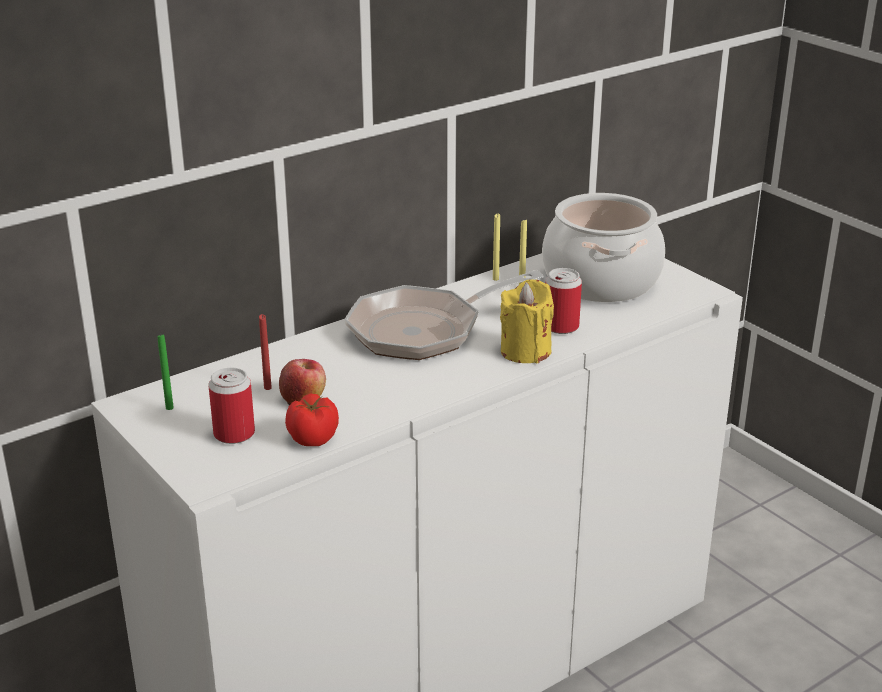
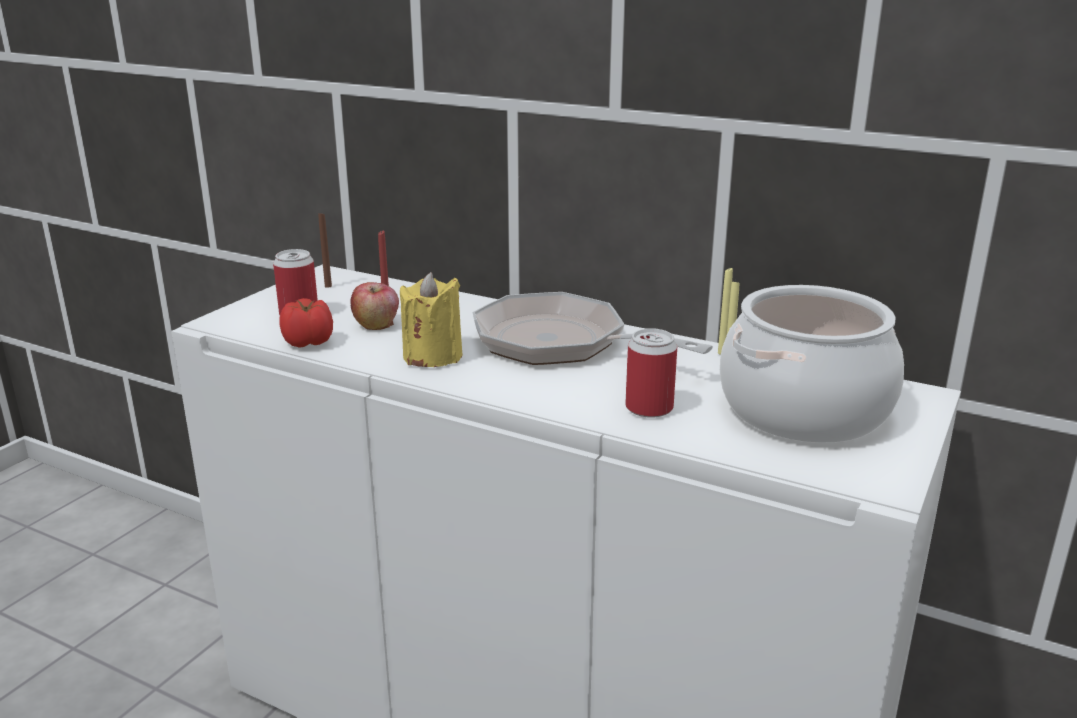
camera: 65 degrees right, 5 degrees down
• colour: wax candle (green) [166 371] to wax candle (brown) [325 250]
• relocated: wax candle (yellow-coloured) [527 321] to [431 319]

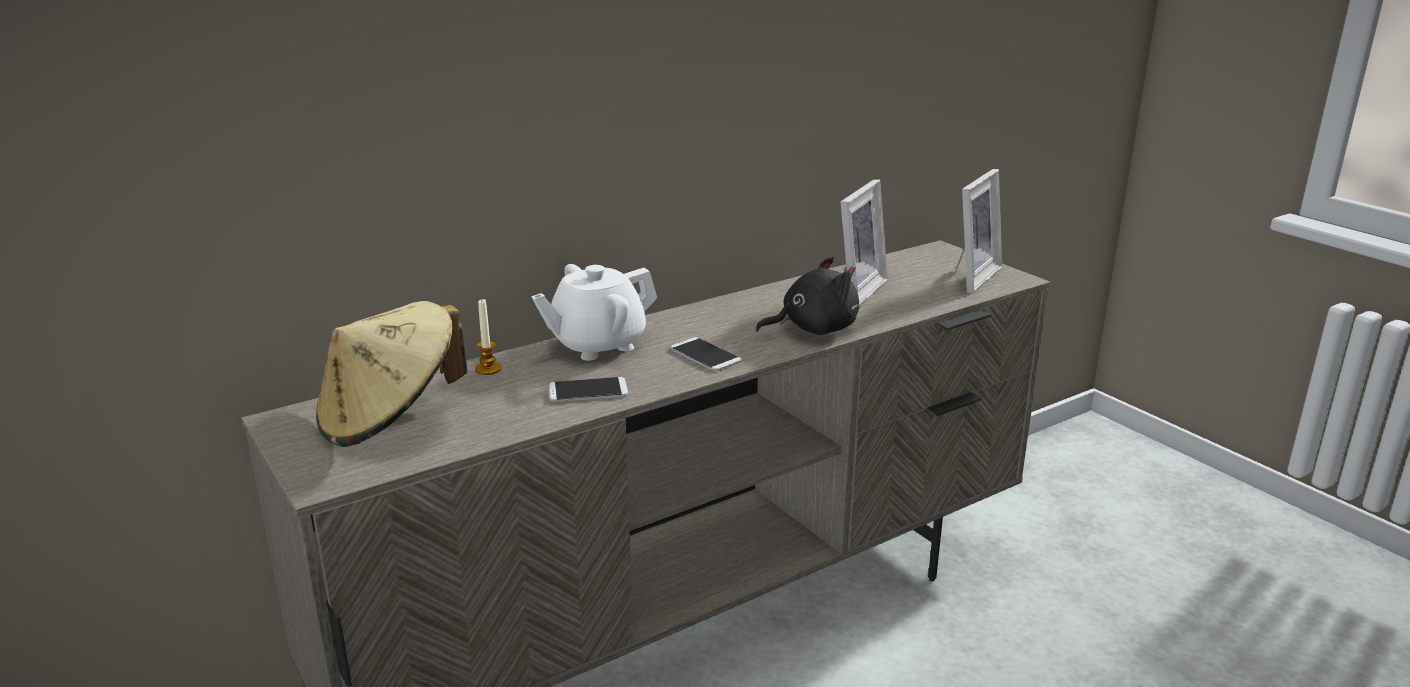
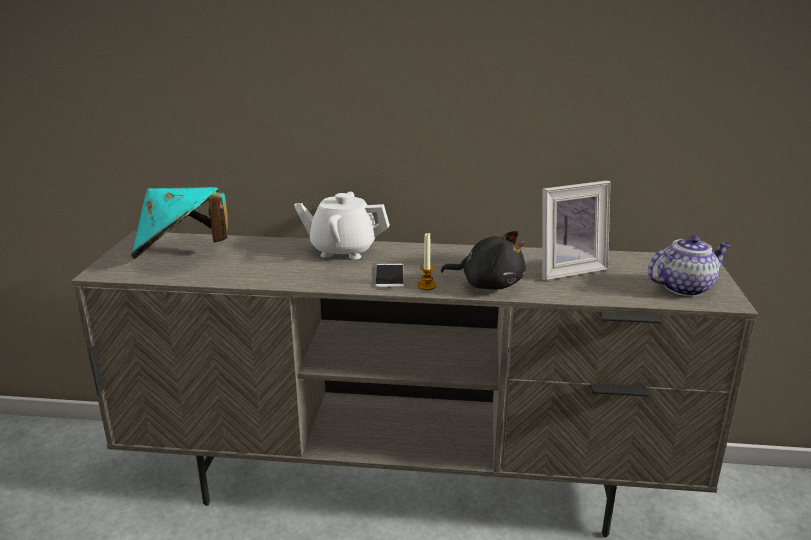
camera: 40 degrees right, 0 degrees up
• colour: wearable hat (beige) [391 374] to wearable hat (blue-green) [179 223]
• relocated: wax candle [488 337] to [427 261]
• exchanged: photo frame [978 231] to teapot [689 265]
• missing: handset [588 389]

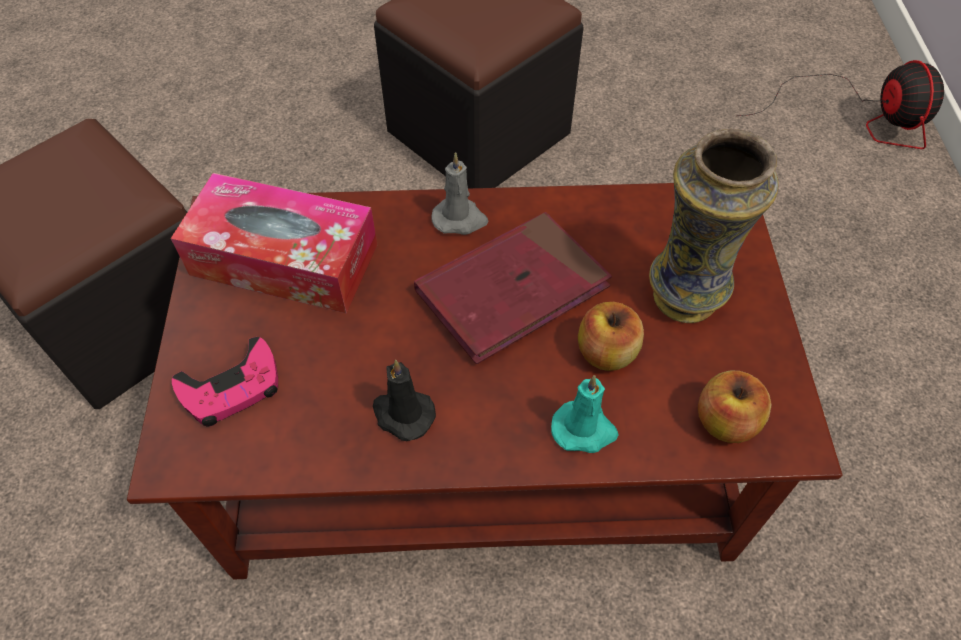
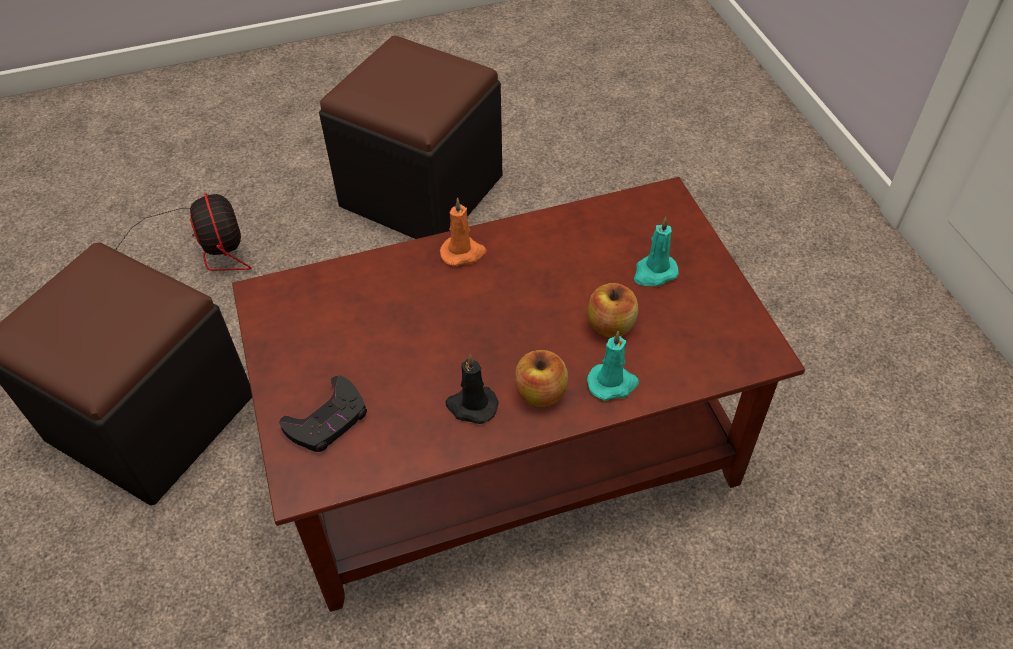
camera: 15 degrees left, 5 degrees down
• relocated: electric fan [840 104] to [183 232]
• colour: joypad (pink-coloured) [225 381] to joypad (black-coloured) [323 413]
• colour: wax candle (grey) [460 193] to wax candle (orange-coloured) [463 232]
• relocated: apple fruit [735 406] to [541 378]
• exchanged: vase [714 226] to wax candle (blue-green) [656 251]
• missing: box of tissues [274 243]
• missing: bound book (red) [513 288]

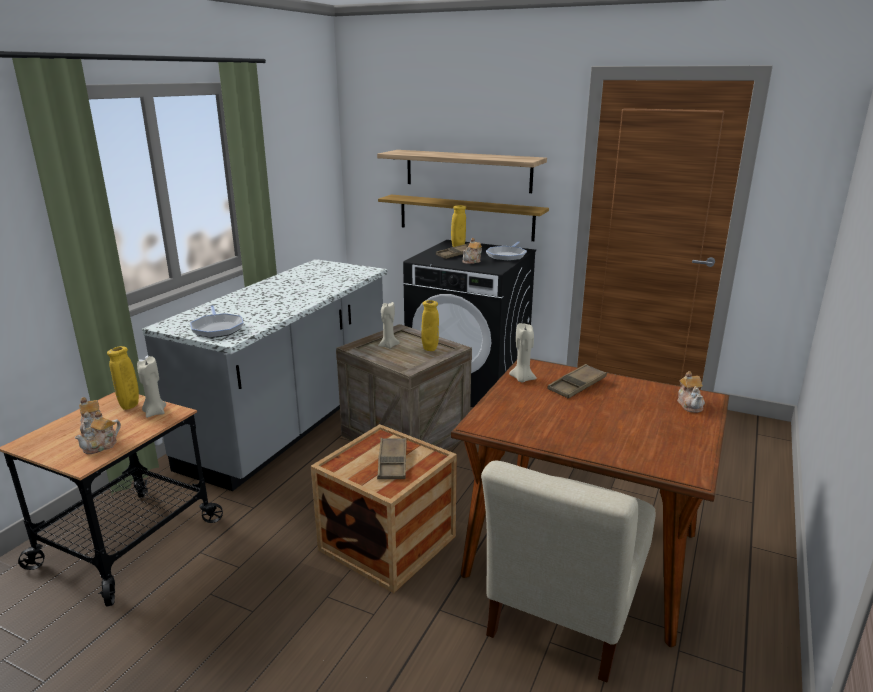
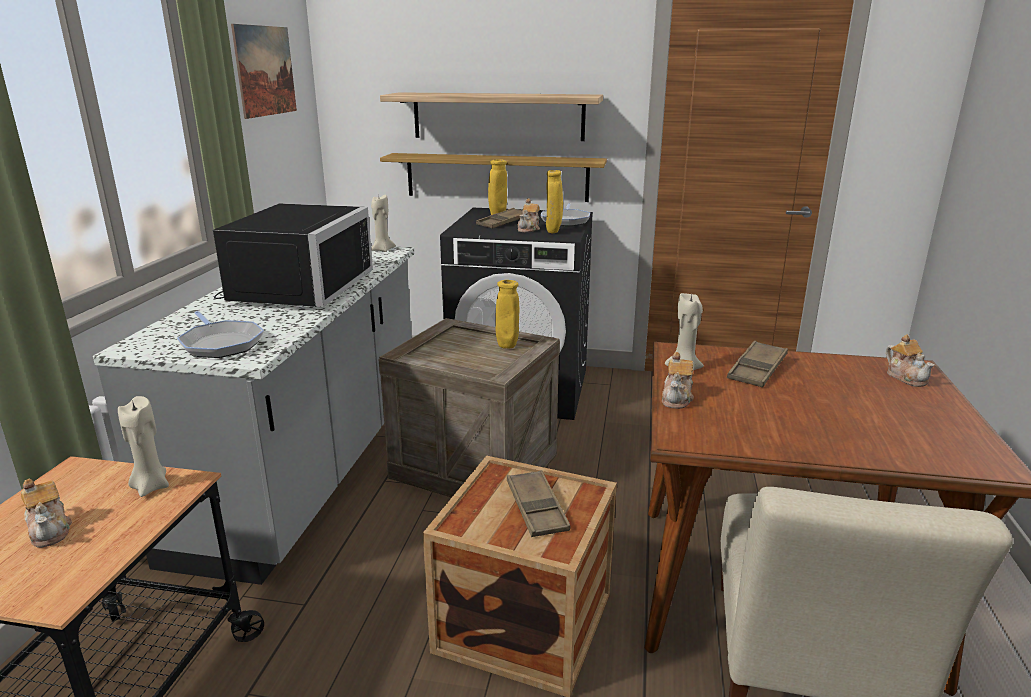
camera: 15 degrees left, 0 degrees up
• appeared: microwave oven (black-coloured) [293 255]
• appeared: wall art [264 71]
• relocated: wax candle (beige) [389 325] to [383 223]
• relocated: vase (yellow-coloured) [123 378] to [554 201]
• relocated: teapot [98 432] to [678 380]

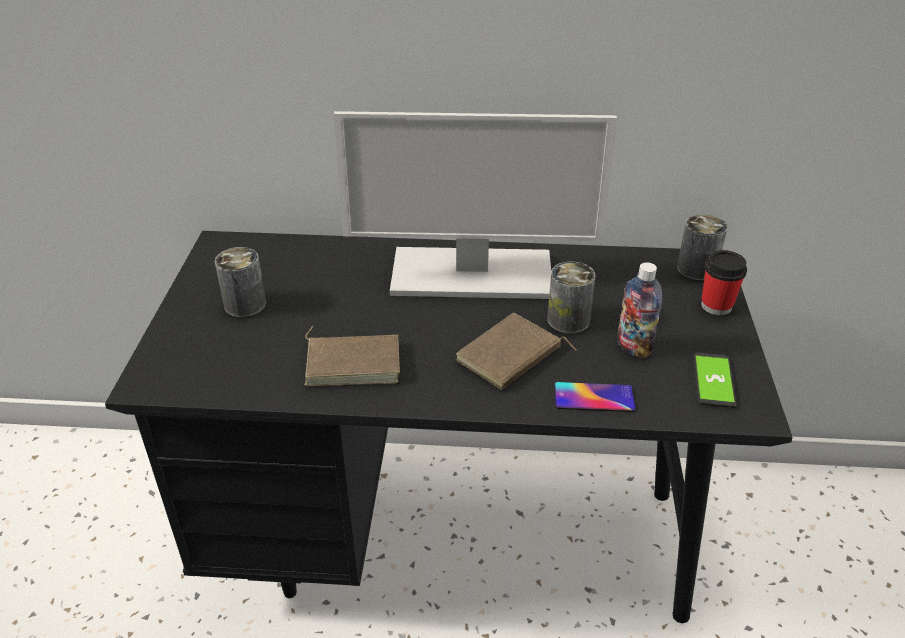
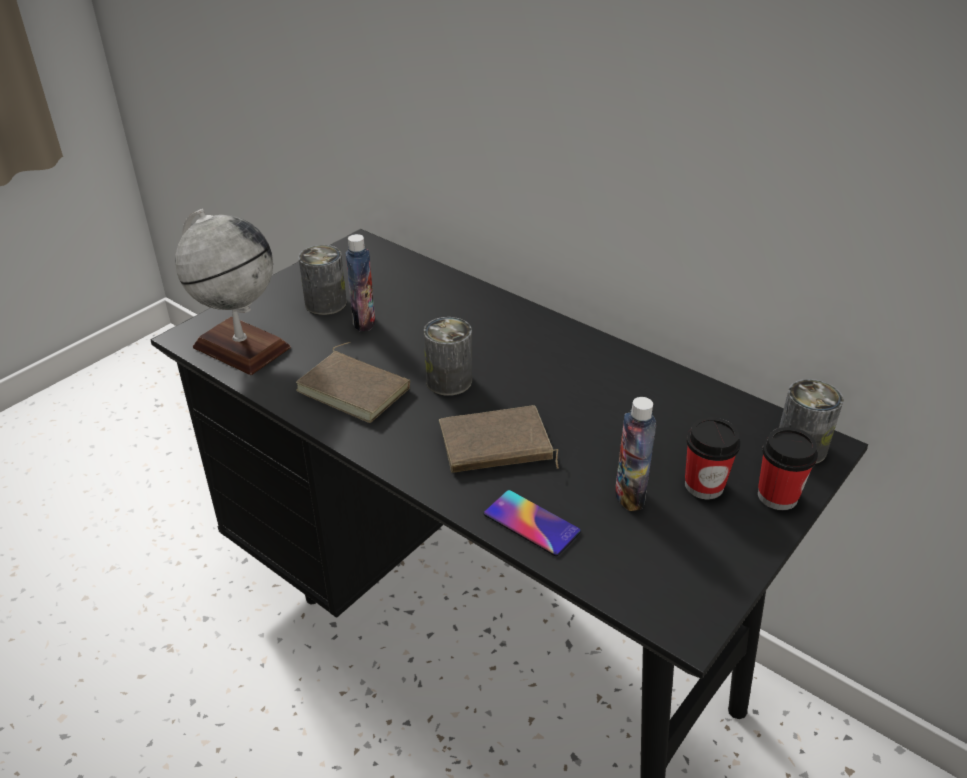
camera: 35 degrees right, 0 degrees up
• appeared: world globe [233 292]
• appeared: beverage bottle [360 282]
• relocated: metal can [571 297] to [448 356]
• appeared: cup [712 458]
• missing: computer display [475 205]
• missing: handset [715 380]

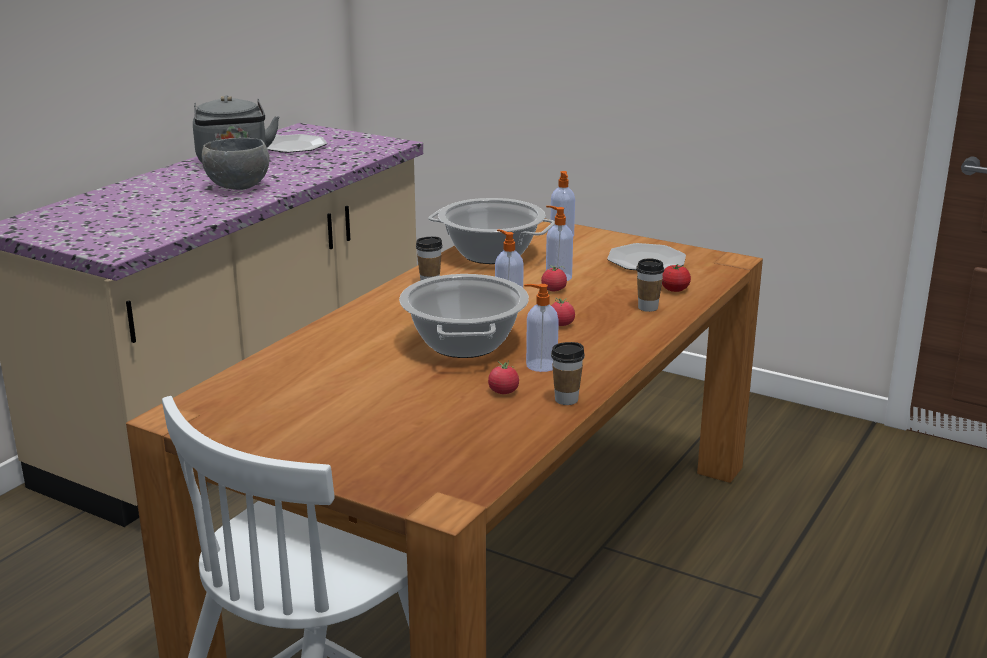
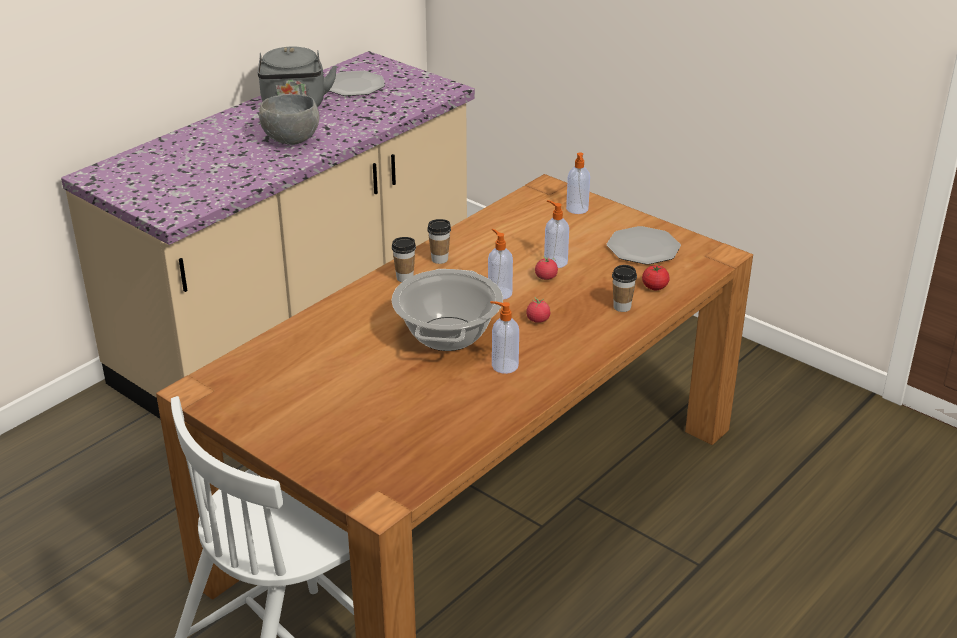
camera: 10 degrees right, 10 degrees up
• relocated: cup [568 373] to [404 259]
• missing: cooking pot [491 231]
• missing: fresh tomato [503 377]

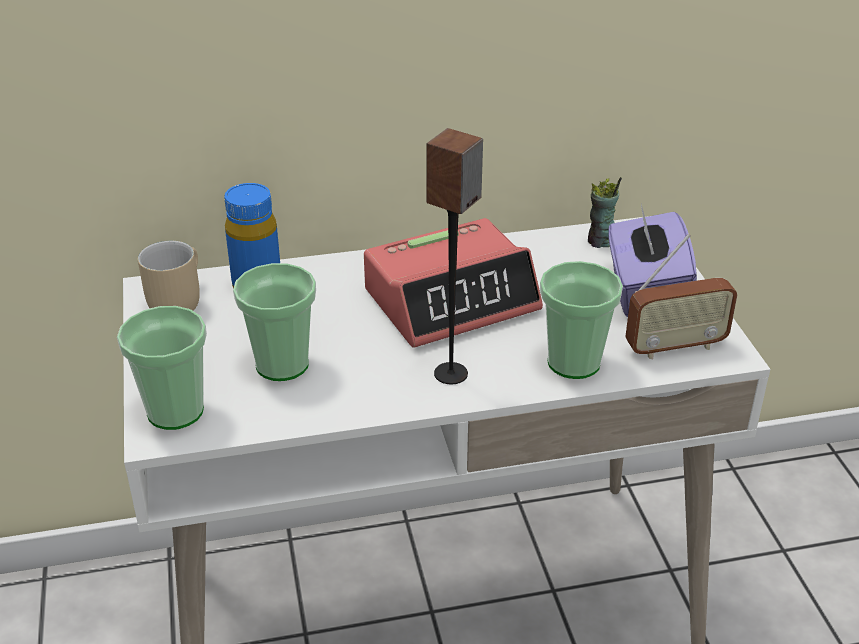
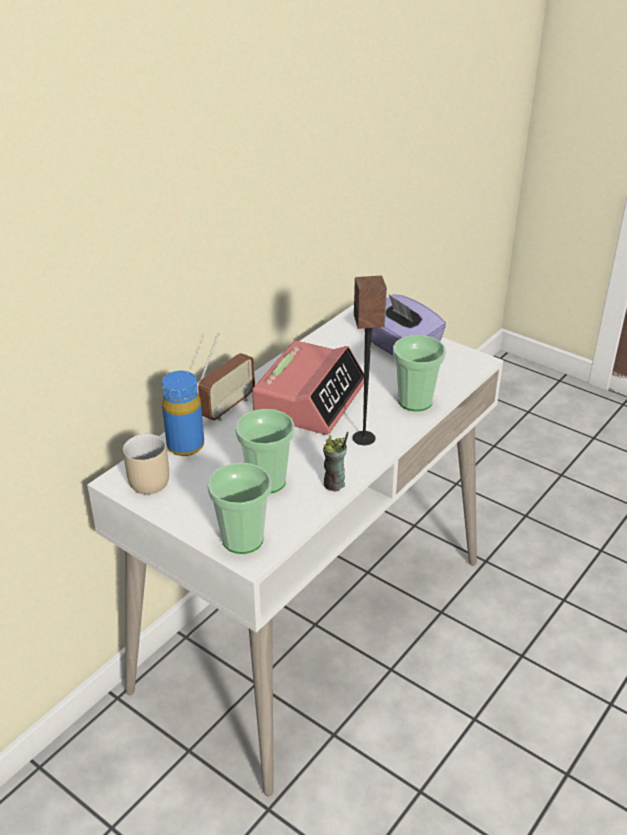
camera: 40 degrees left, 0 degrees up
• relocated: radio receiver [681 296] to [226 377]
• relocated: cup [605 212] to [335 462]

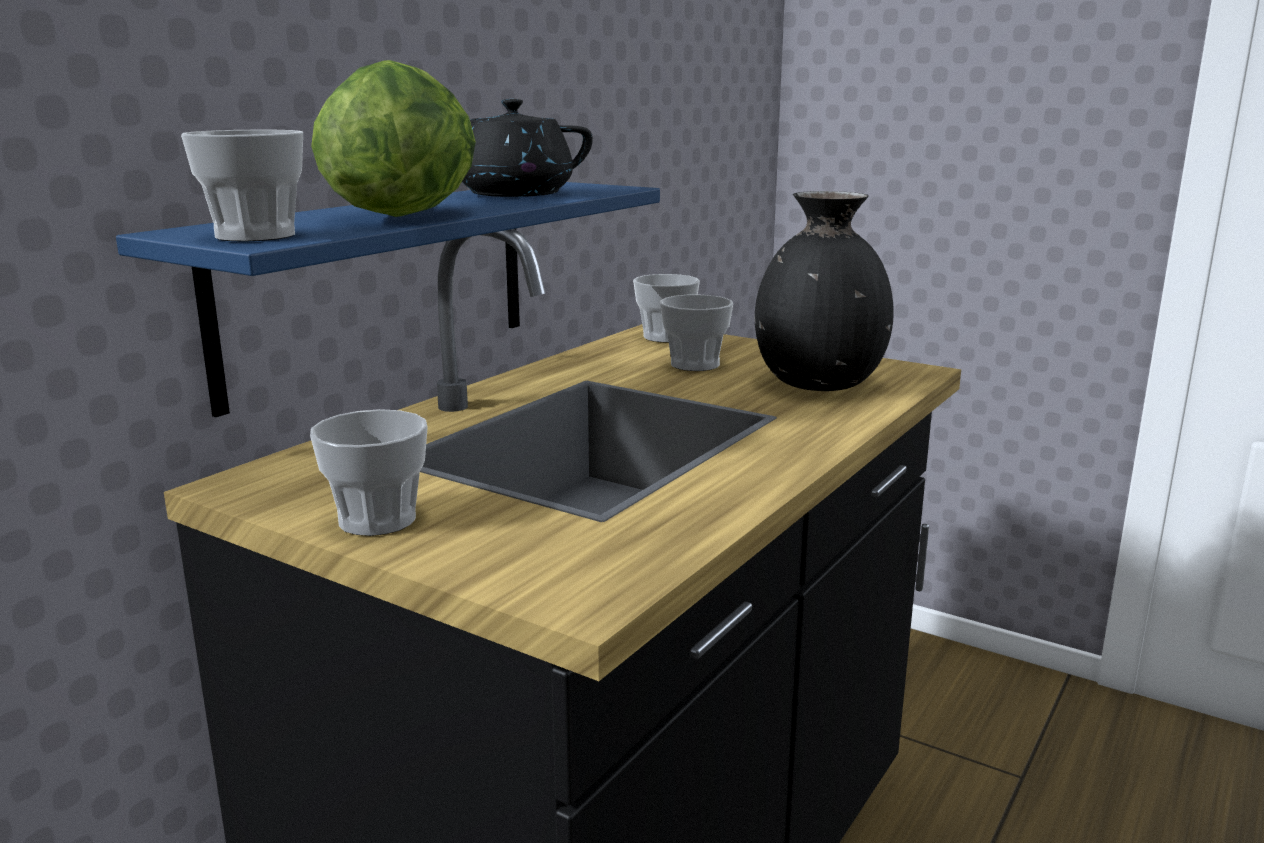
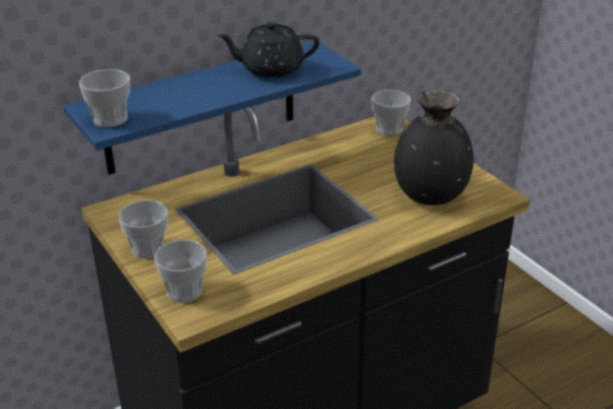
camera: 25 degrees right, 15 degrees up
• relocated: cup [696 333] to [180 271]
• missing: lettuce [393 138]

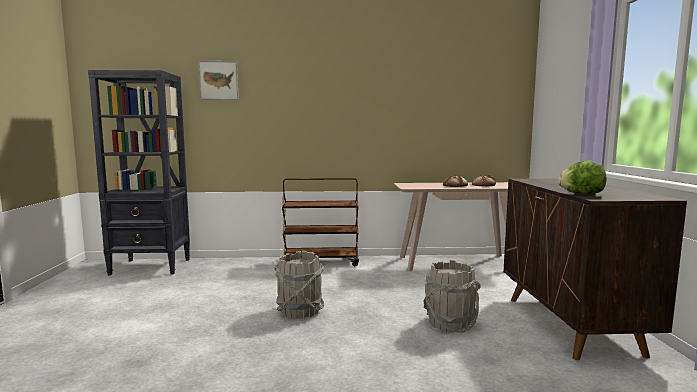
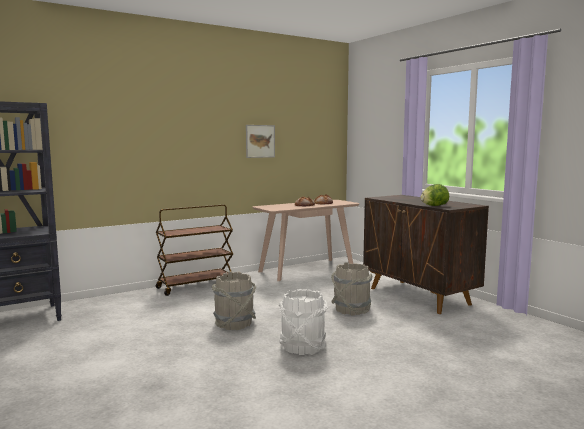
camera: 30 degrees left, 0 degrees up
• relocated: wall art [218 80] to [260 141]
• appeared: bucket (white-coloured) [303 322]

